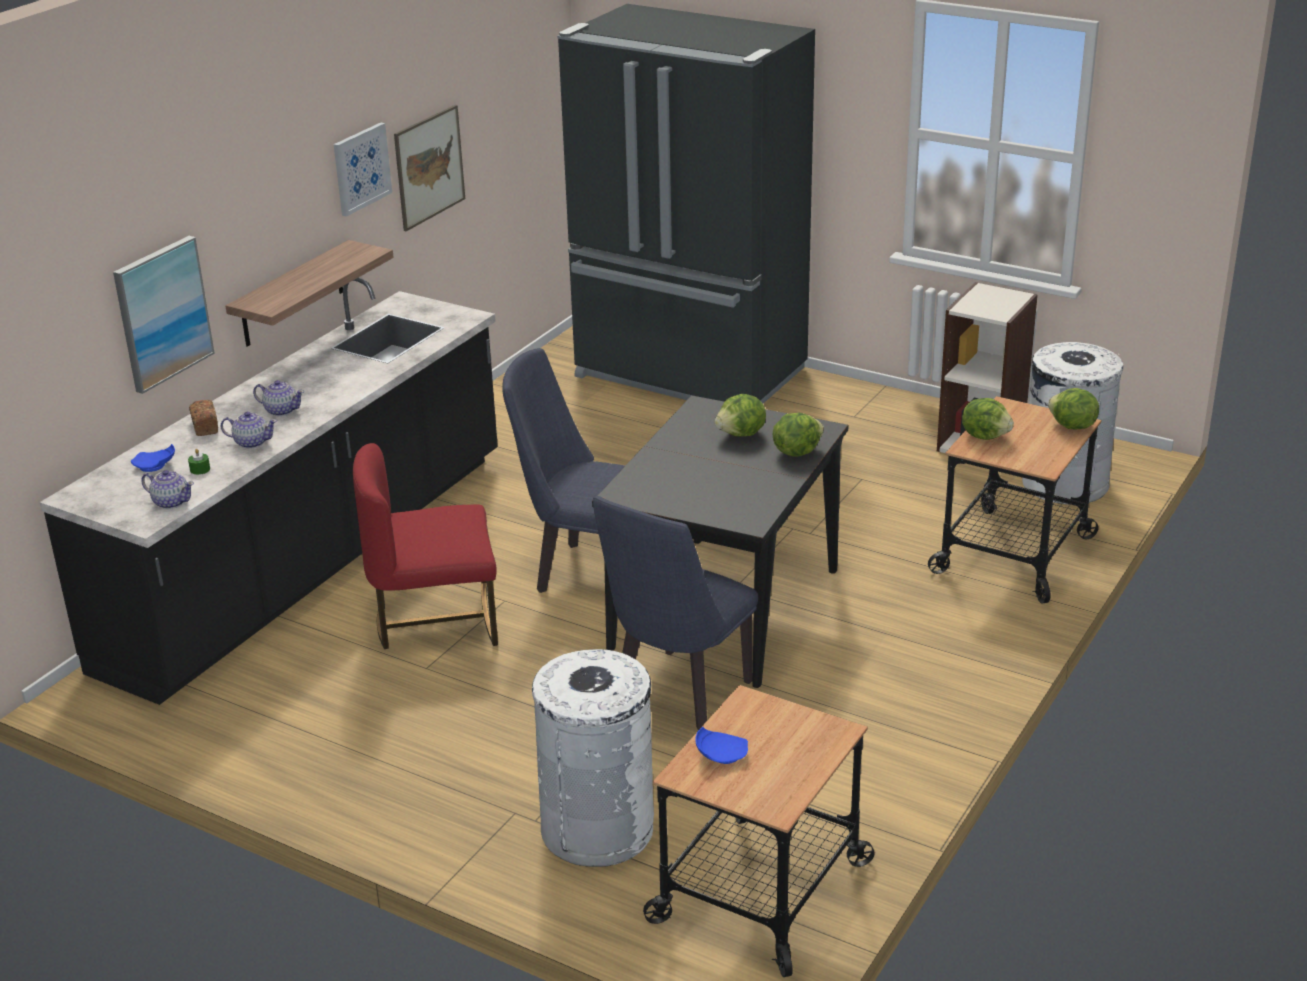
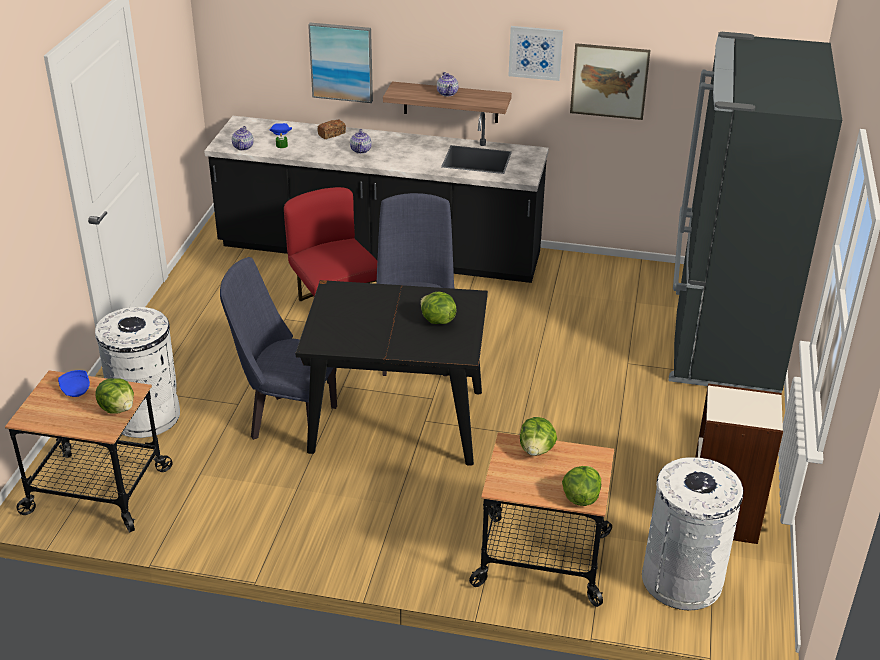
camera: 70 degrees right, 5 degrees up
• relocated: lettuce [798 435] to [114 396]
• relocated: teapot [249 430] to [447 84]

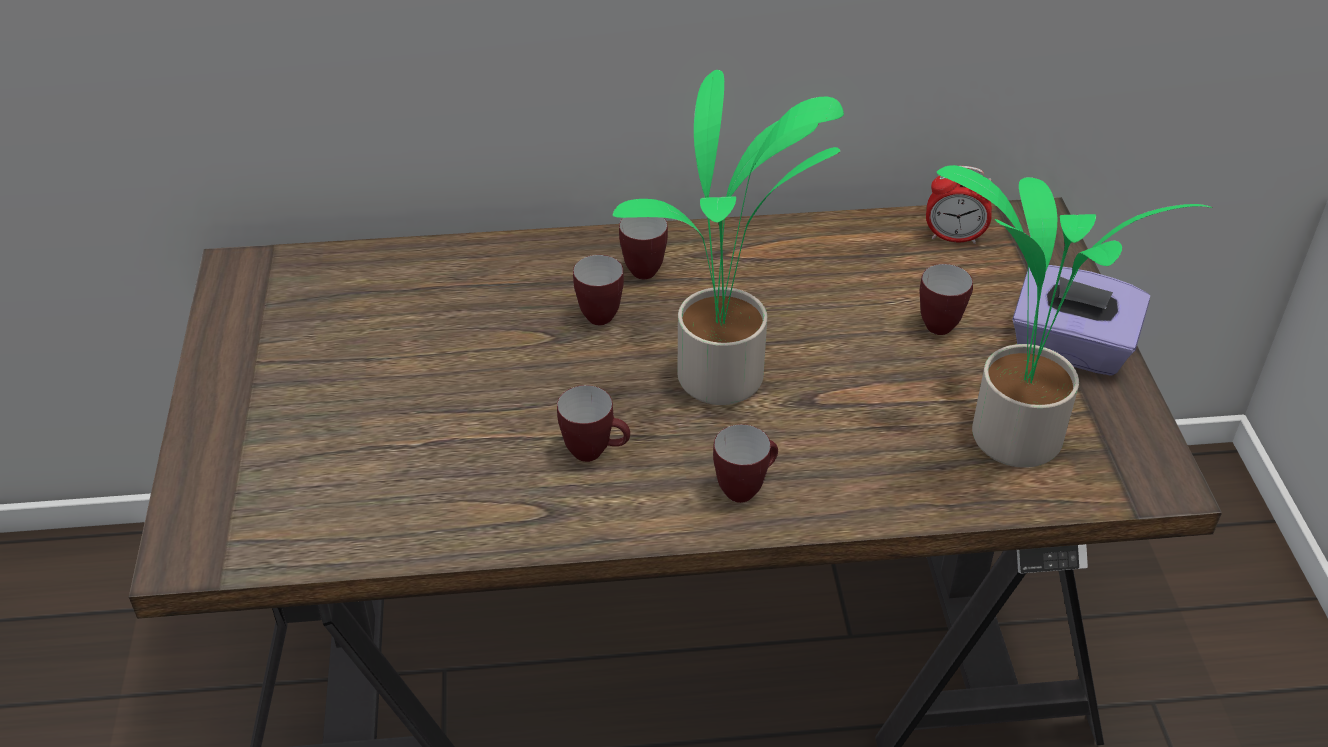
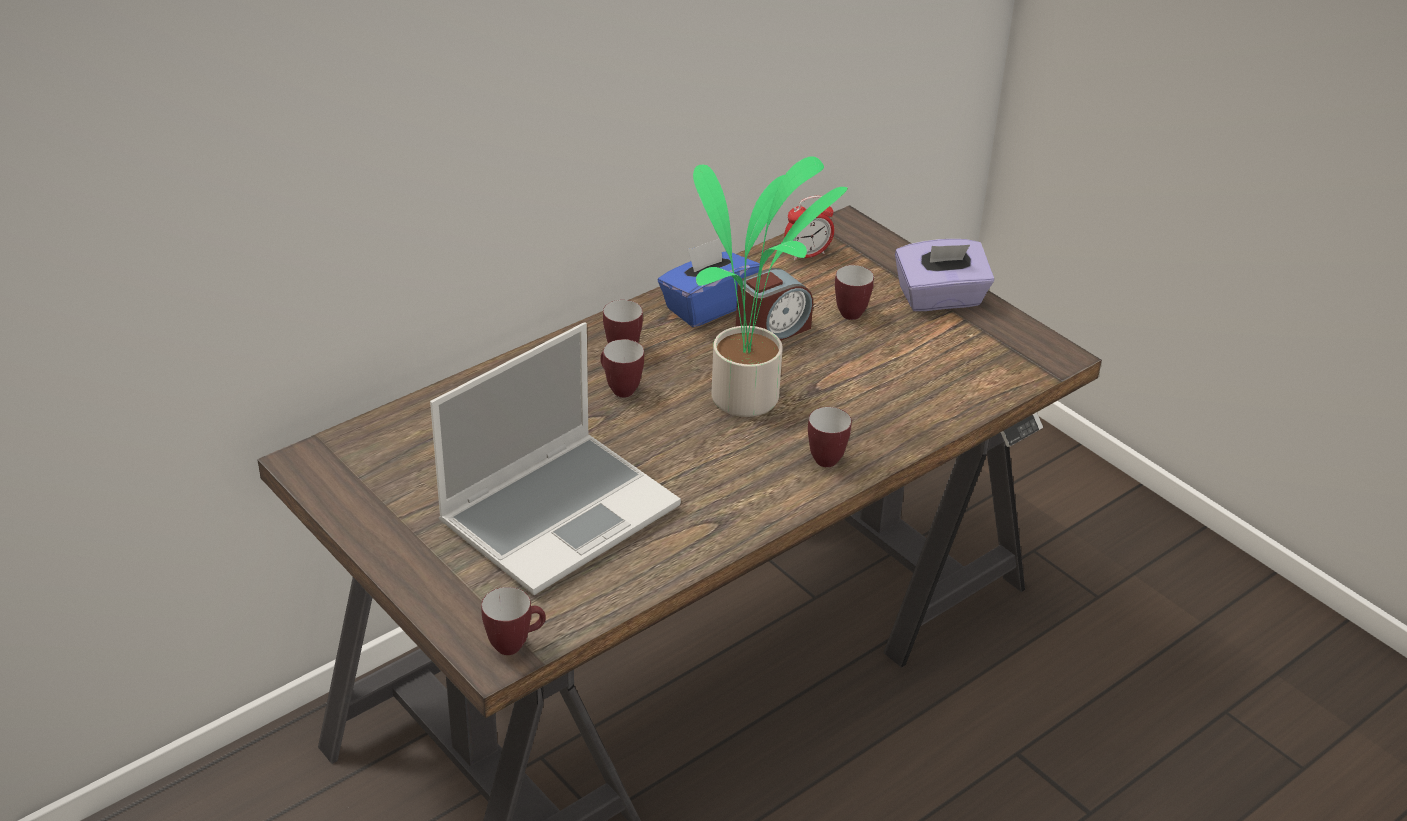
camera: 35 degrees left, 5 degrees down
• appeared: portable computer [555 458]
• relocated: tea mug [593 423] to [513 621]
• appeared: box of tissues (blue) [709 282]
• appeared: alarm clock [774 304]
• missing: potted plant [1074 316]

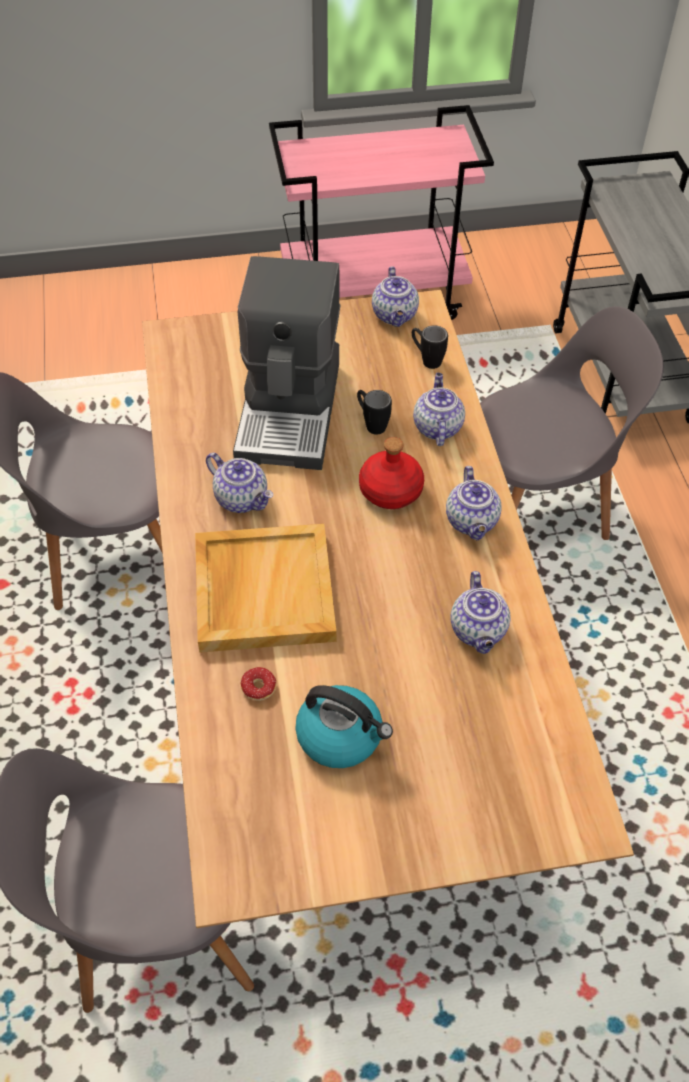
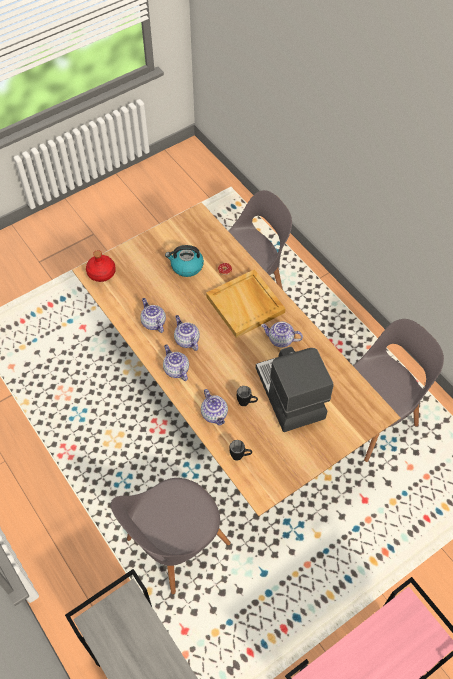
camera: 155 degrees right, 5 degrees up
• relocated: beverage bottle (red) [391 473] to [101 266]
• relocated: teapot [395 296] to [187 333]

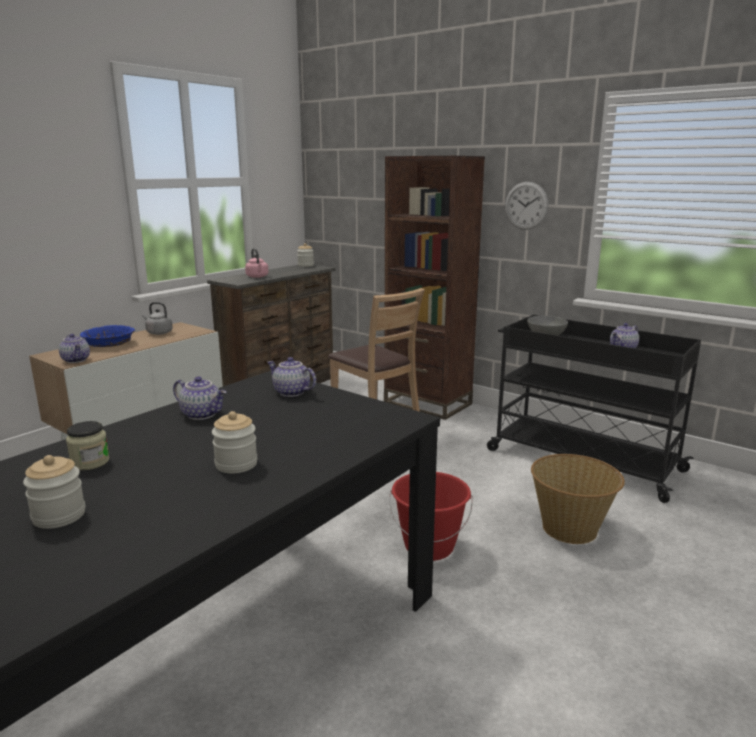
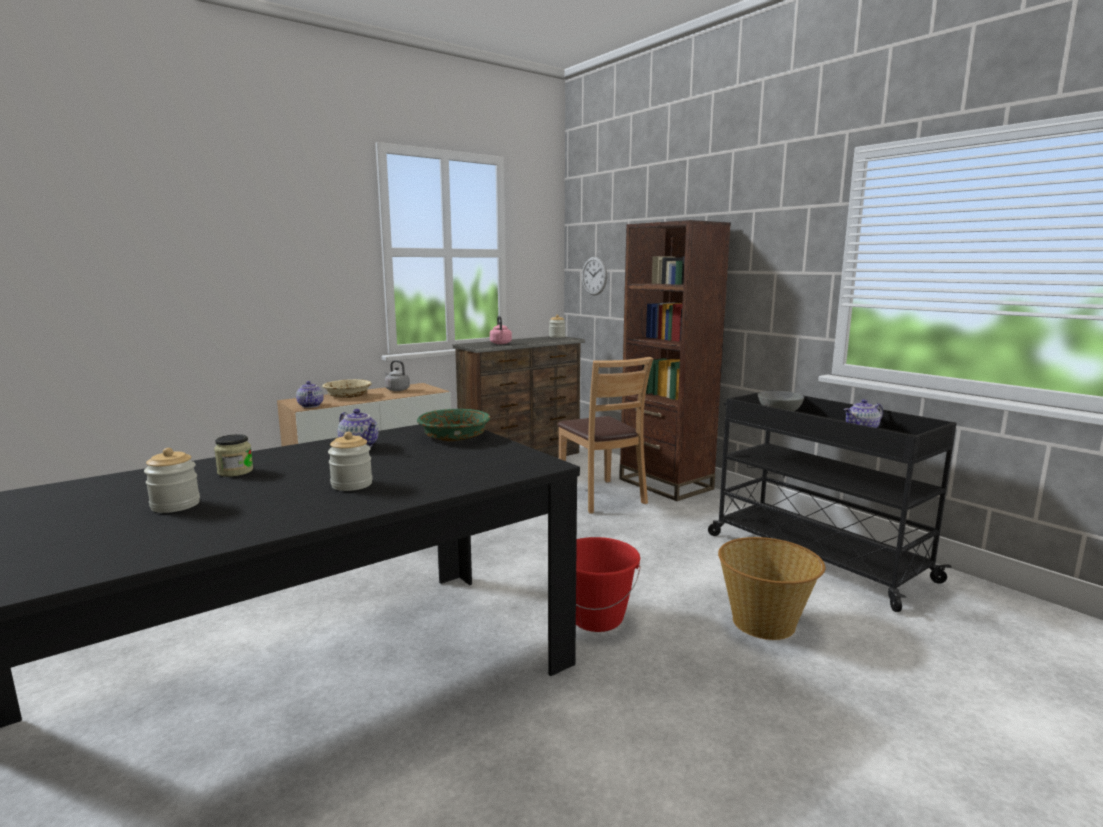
camera: 15 degrees right, 5 degrees down
• colour: bowl (blue) [107 336] to bowl (beige) [347 388]
• exchanged: teapot [291 377] to bowl (green) [454 425]
• relocated: wall clock [527 206] to [594 276]

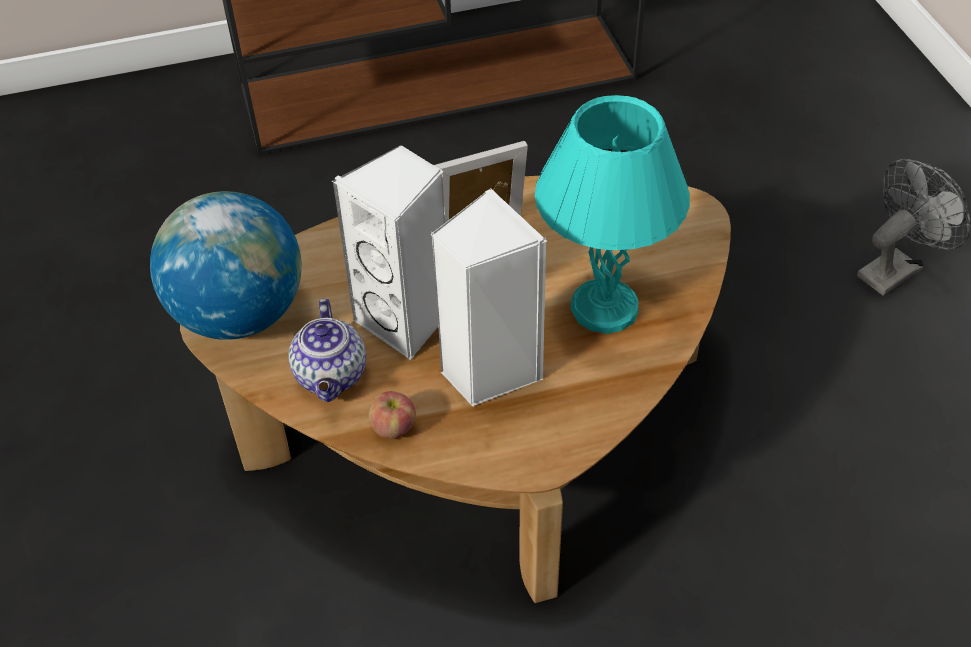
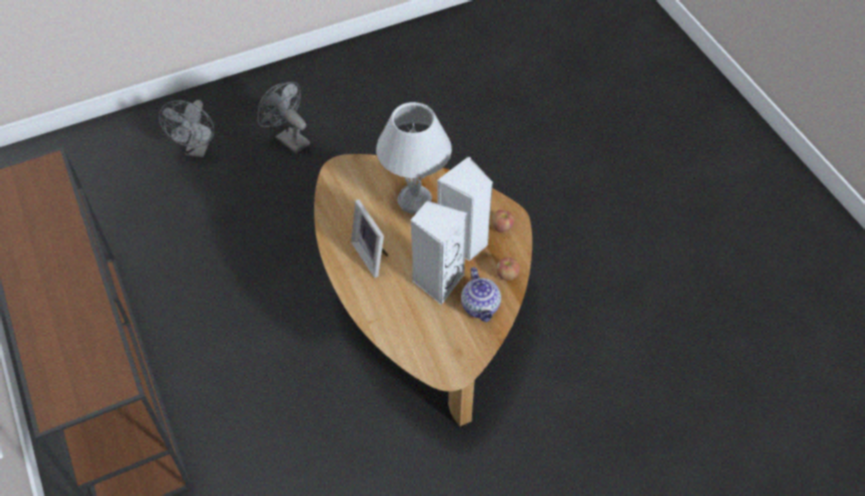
camera: 100 degrees left, 5 degrees up
• appeared: electric fan (grey) [186 128]
• colour: lamp for a table (blue-green) [612 214] to lamp for a table (white-coloured) [414 158]
• spun: teapot [327 350] = [481 294] 90 degrees clockwise
• appeared: apple fruit [503 221]
• missing: world globe [226 265]

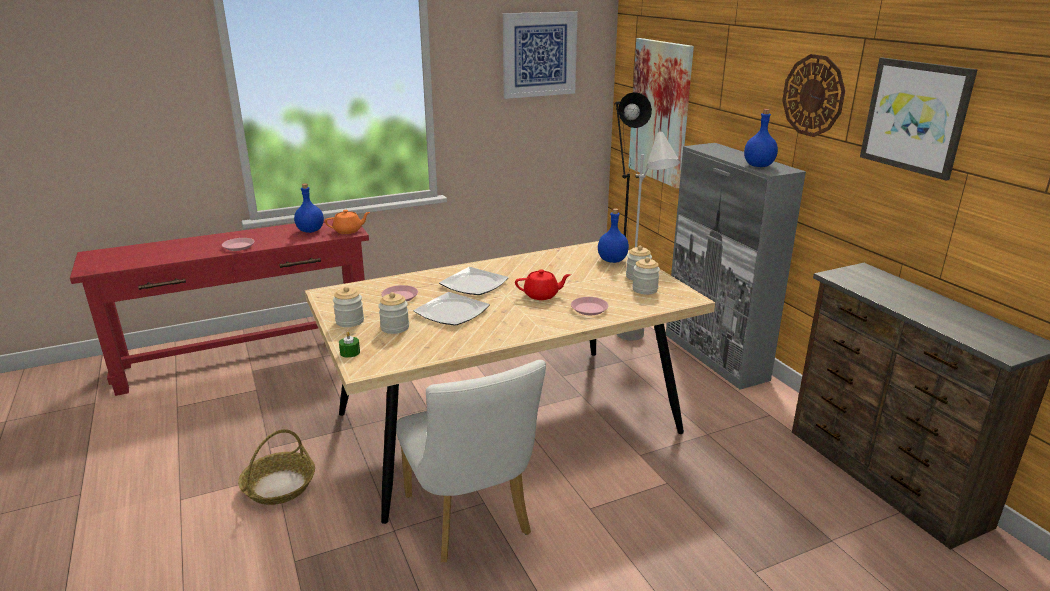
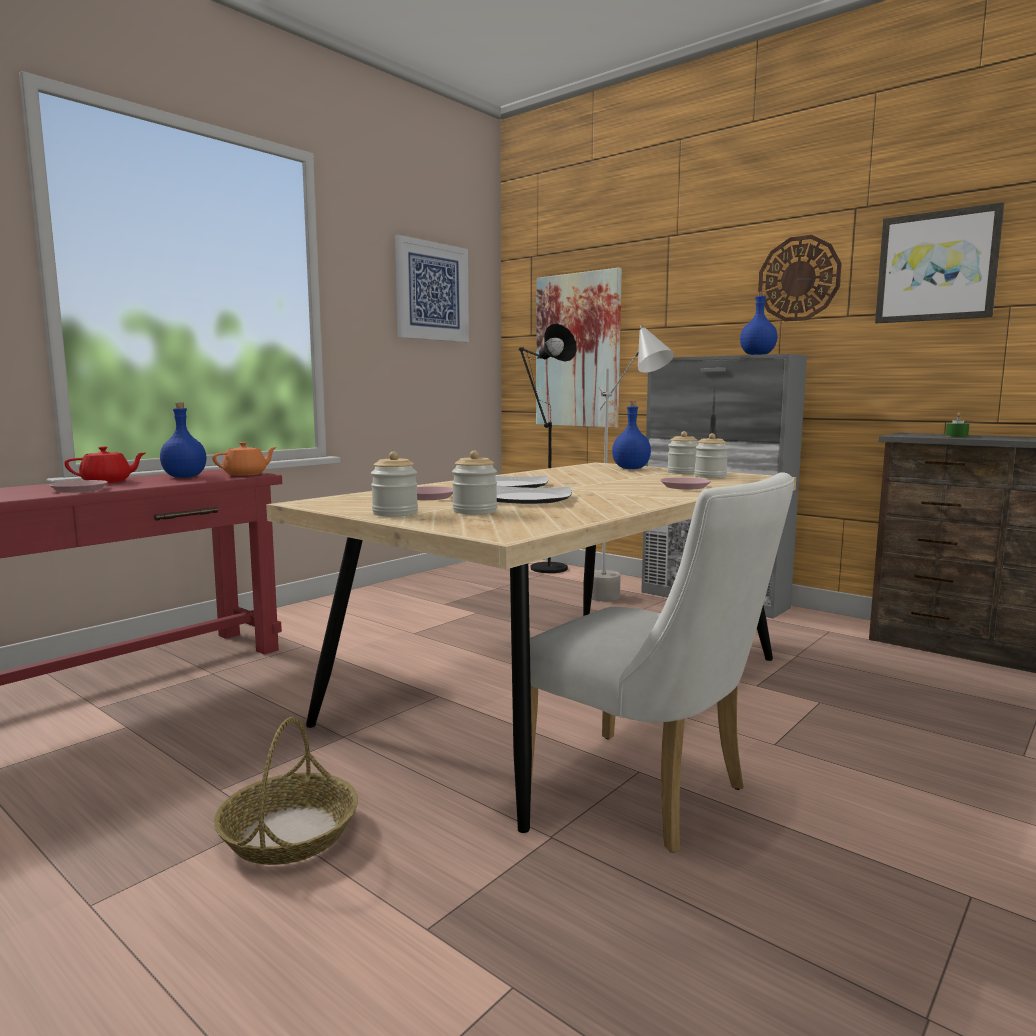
camera: 25 degrees left, 15 degrees down
• relocated: teapot (red) [543 284] to [105 464]
• relocated: wax candle (green) [349 345] to [958 424]

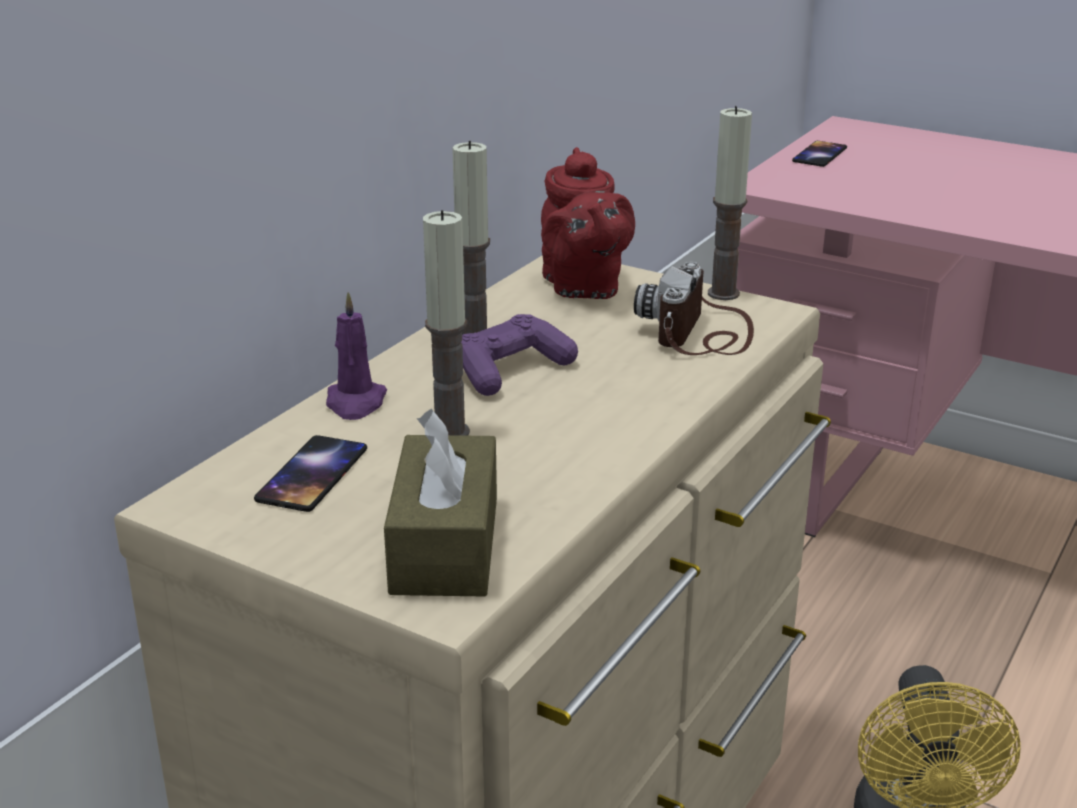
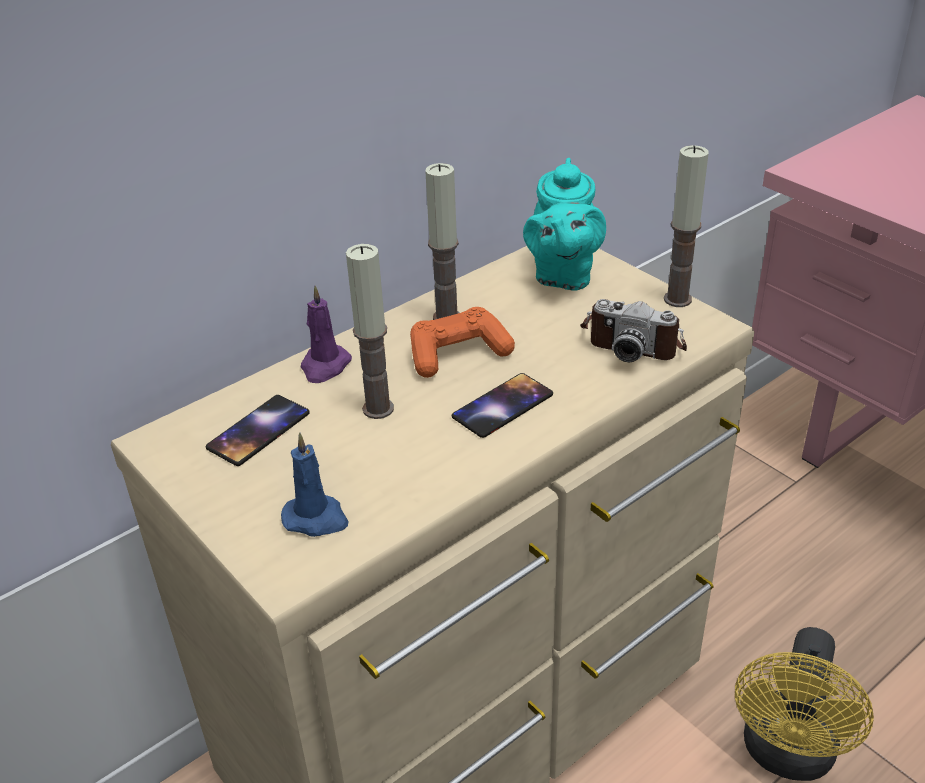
camera: 20 degrees right, 10 degrees up
• exchanged: box of tissues (brown) [440 502] to wax candle (blue) [315 485]
• colour: joypad (purple) [519 355] to joypad (orange-coloured) [462 342]
• relocated: handset [819 154] to [502 405]
• colour: teapot (red) [588 223] to teapot (blue-green) [564 224]
• spun: still camera [694 308] = [633 331] 105 degrees counterclockwise

